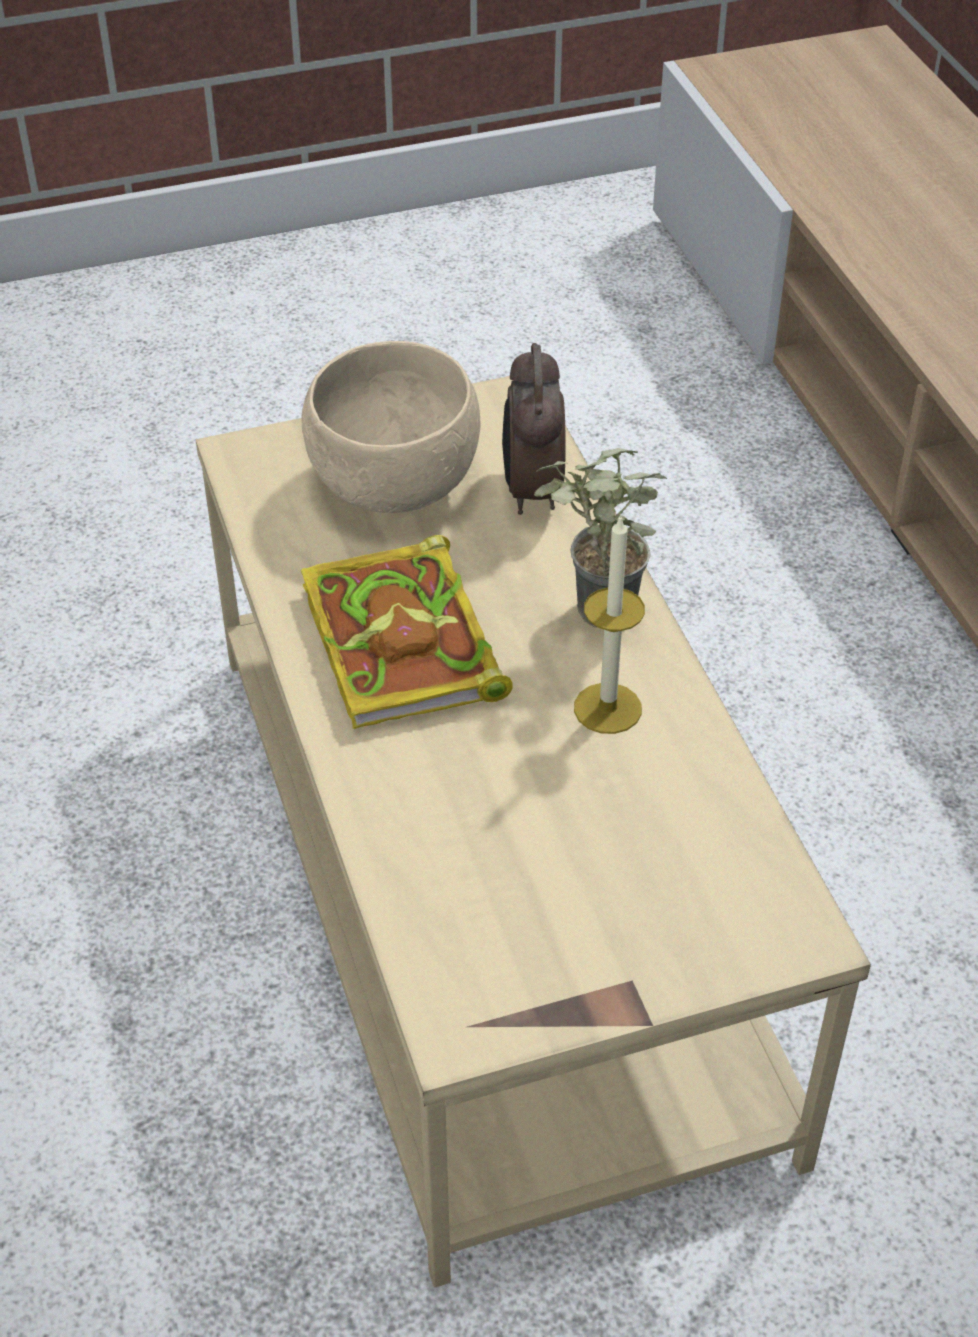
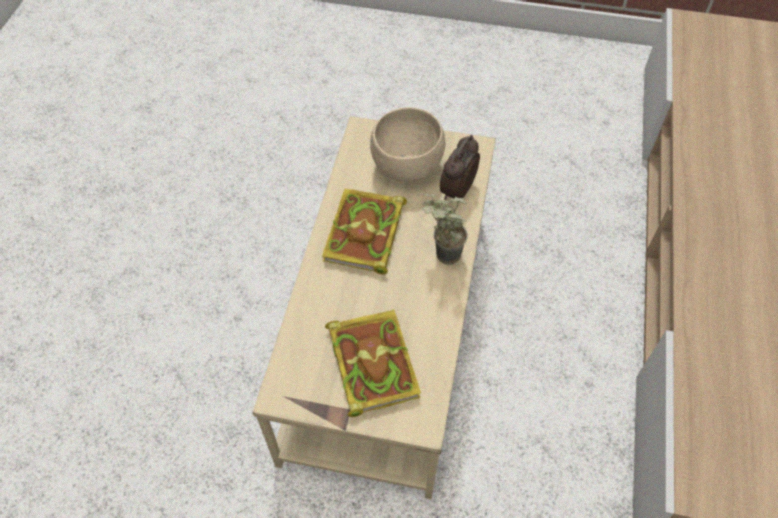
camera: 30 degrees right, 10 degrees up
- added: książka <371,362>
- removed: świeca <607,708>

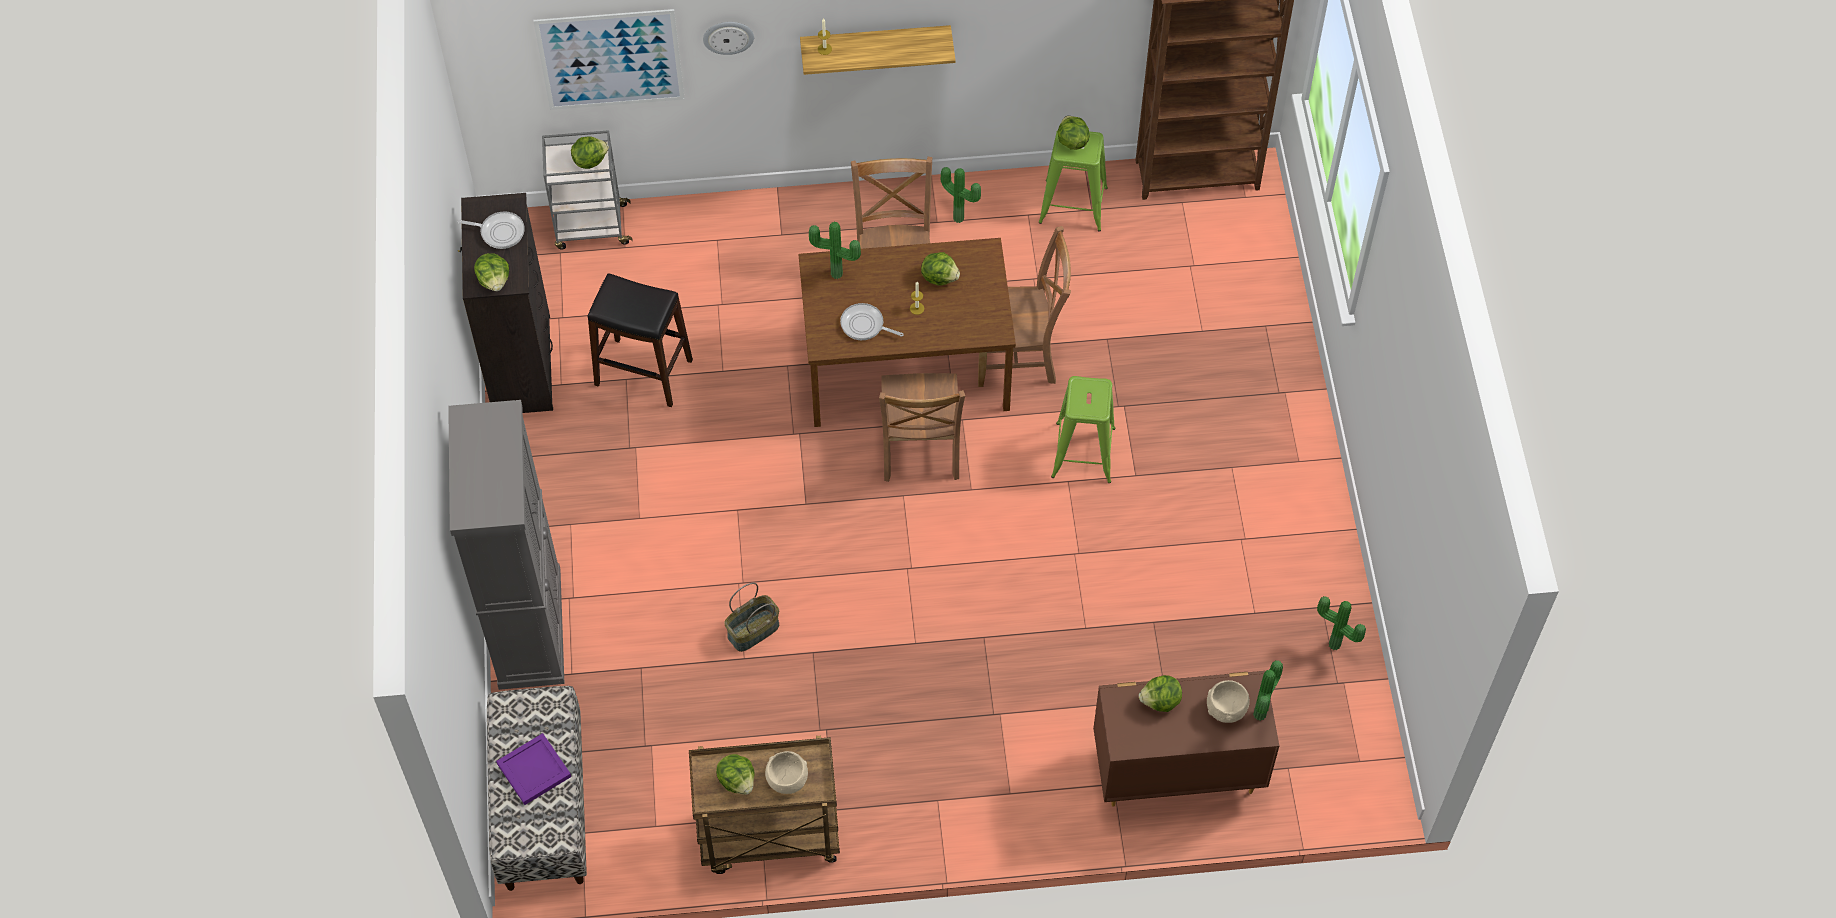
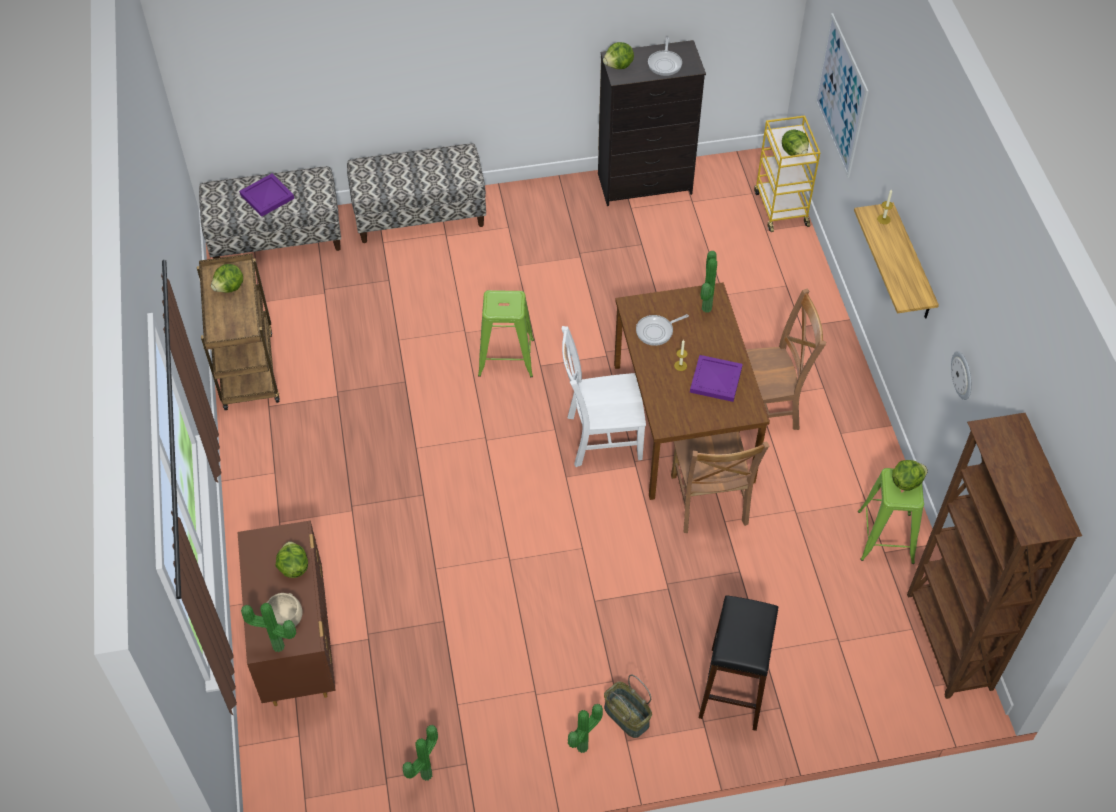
camera: 85 degrees right, 5 degrees down
- replaced: szafka/szary <530,627> to ławka <420,215>
- moved: stołek/zielony <1083,452> to <507,357>
- recoloured: krzesło/brązowy <920,450> to krzesło/biały <600,437>
- moved: roślina doniczkowa <959,216> to <584,748>
- moved: koszyk <753,631> to <625,716>
- turned: patelnia <865,325> = <656,331> 135 degrees counterclockwise
- replaced: sałata <939,277> to taca/fioletowy <716,379>
- moved: stołek/czarny <644,372> to <734,688>
- recoloured: wózek/szary <590,227> to wózek/żółty <780,208>
- moved: zegar ścienny <728,36> to <963,375>
- removed: miska/beżowy <786,780>

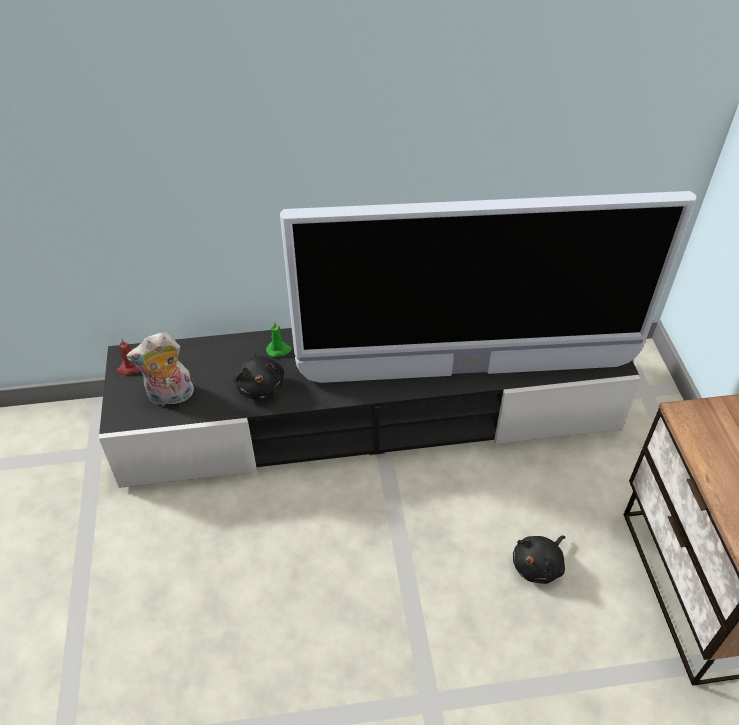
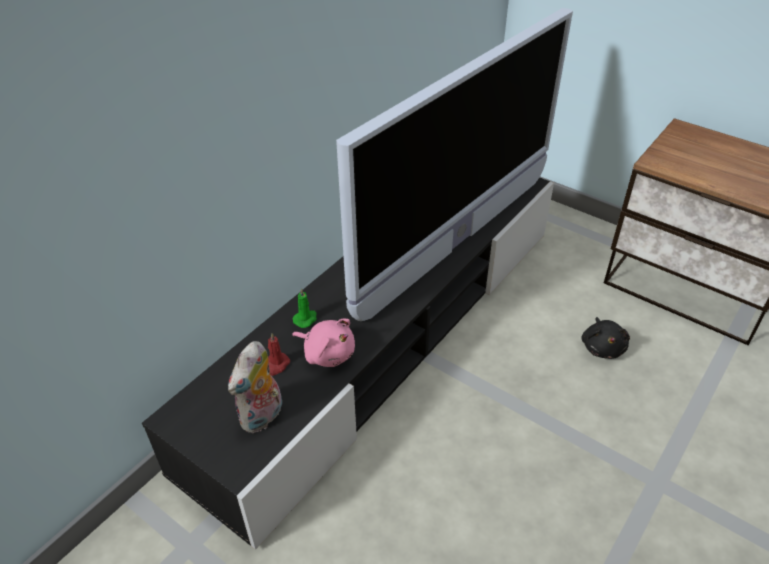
camera: 45 degrees left, 5 degrees down
- moved: świeca/czerwony <130,368> to <276,365>
- recoloured: pluszak/czarny <260,386> to pluszak/różowy <327,353>

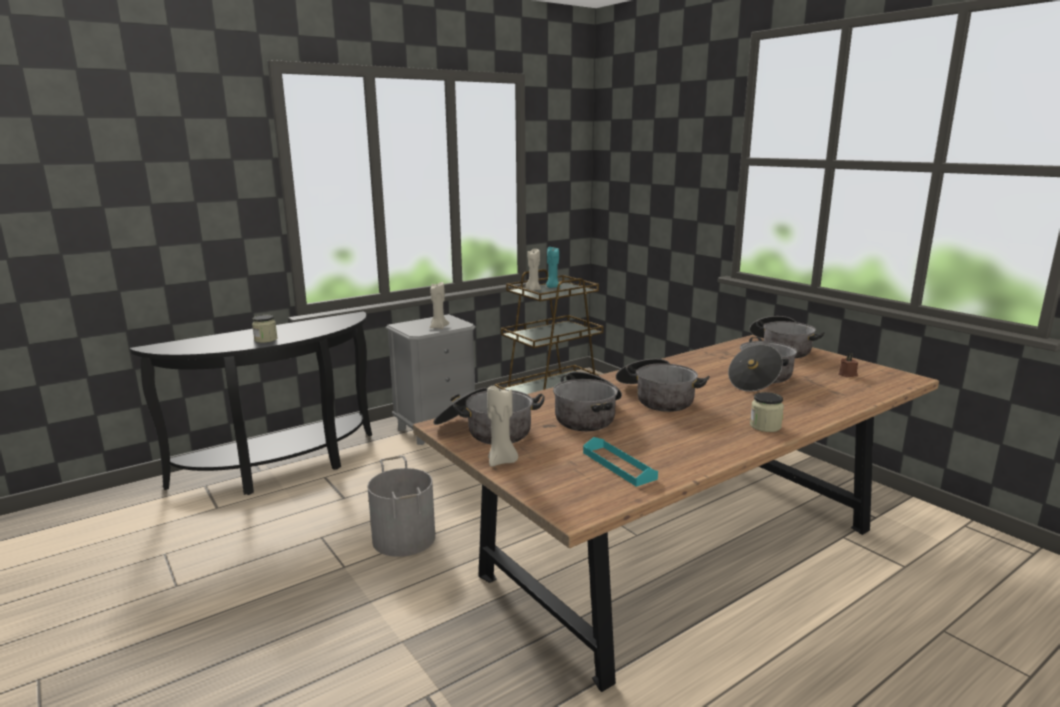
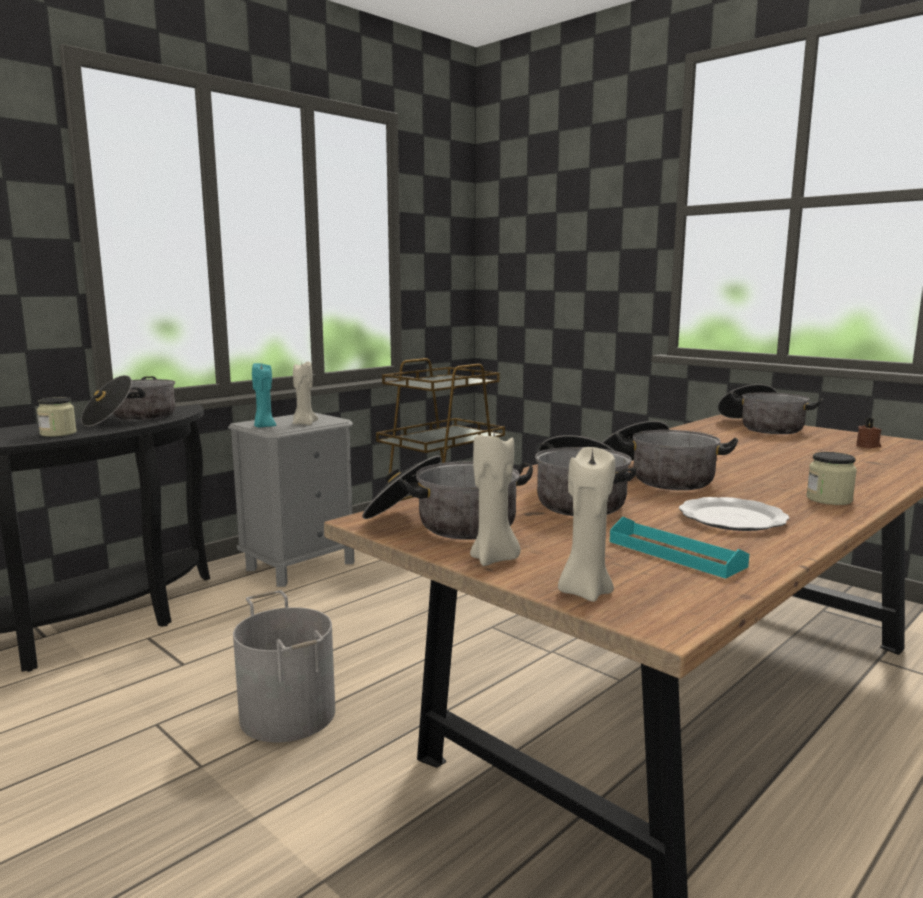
camera: 10 degrees left, 5 degrees down
- moved: garnek <760,379> to <131,419>
- moved: świeca/turkusowy <552,287> to <264,426>
- moved: świeca/beżowy <533,289> to <584,592>
- added: talerz <733,519>

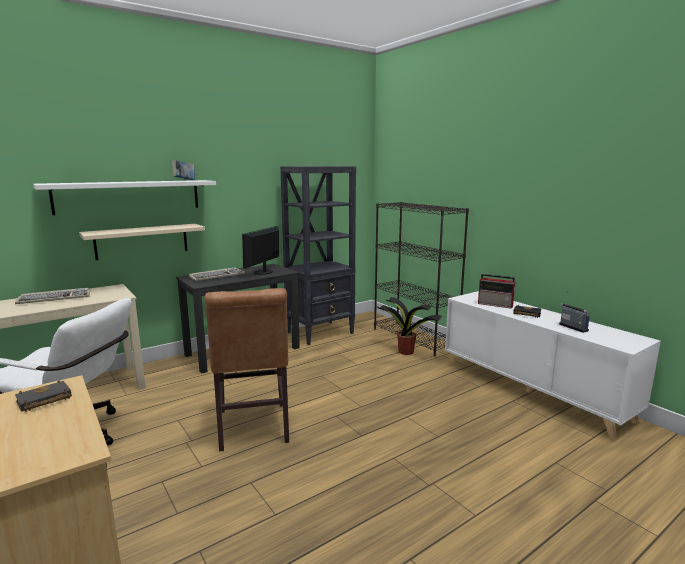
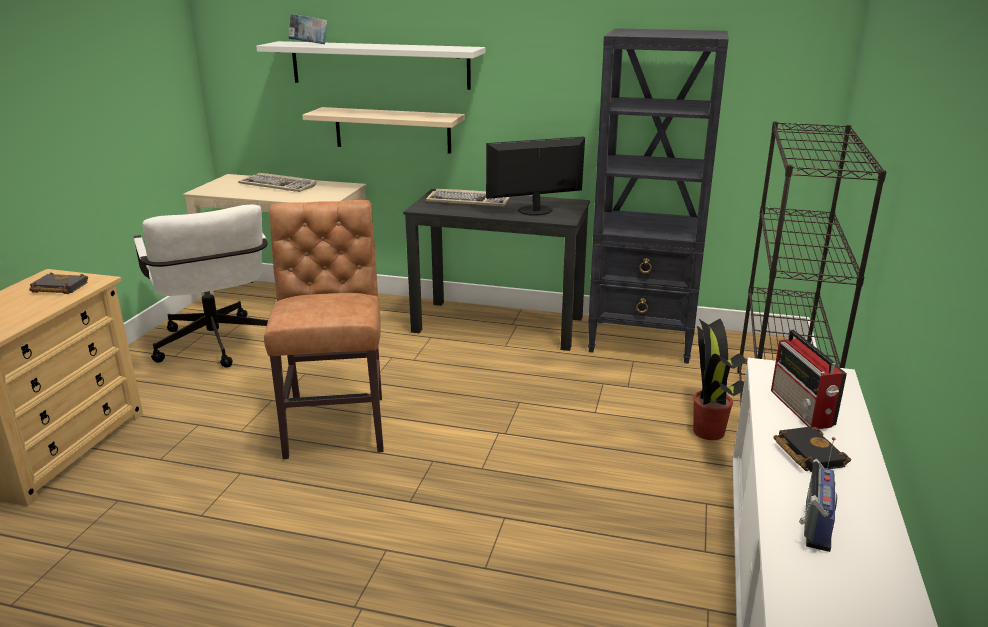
camera: 50 degrees right, 10 degrees up
- turned: krzesło/brązowy <253,429> = <337,422> 135 degrees clockwise
- moved: książka <184,180> to <309,44>

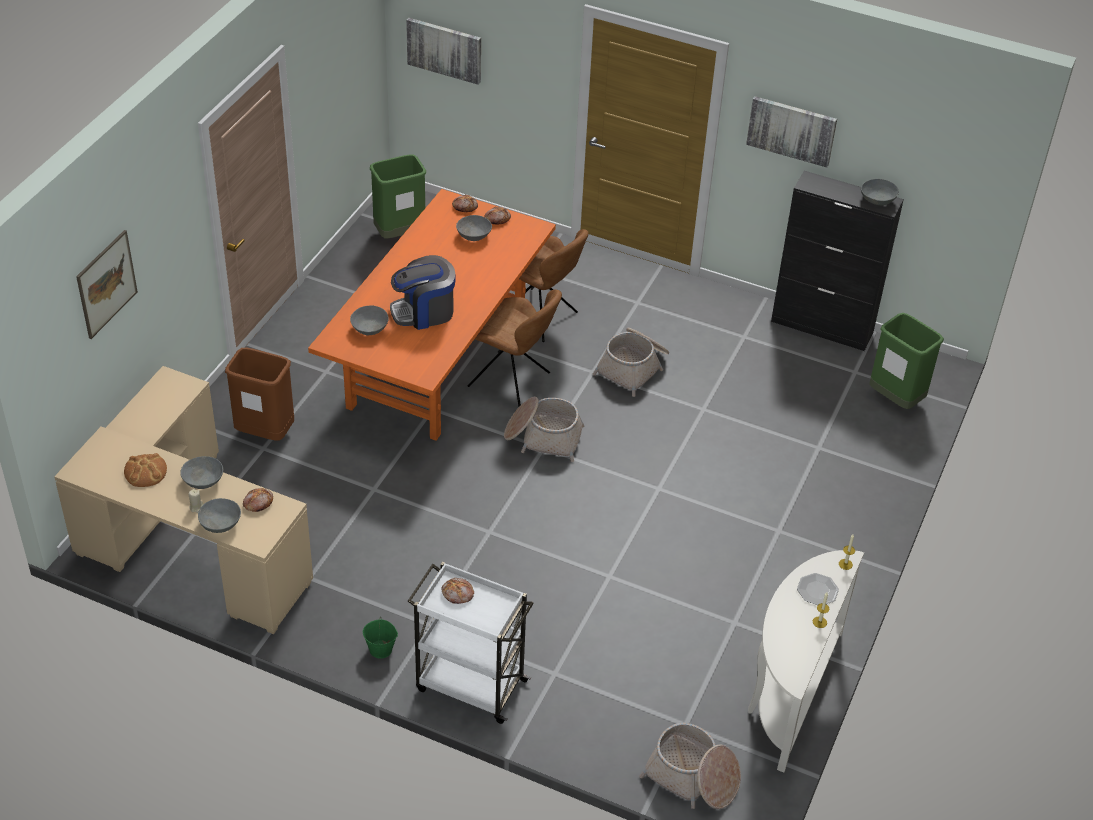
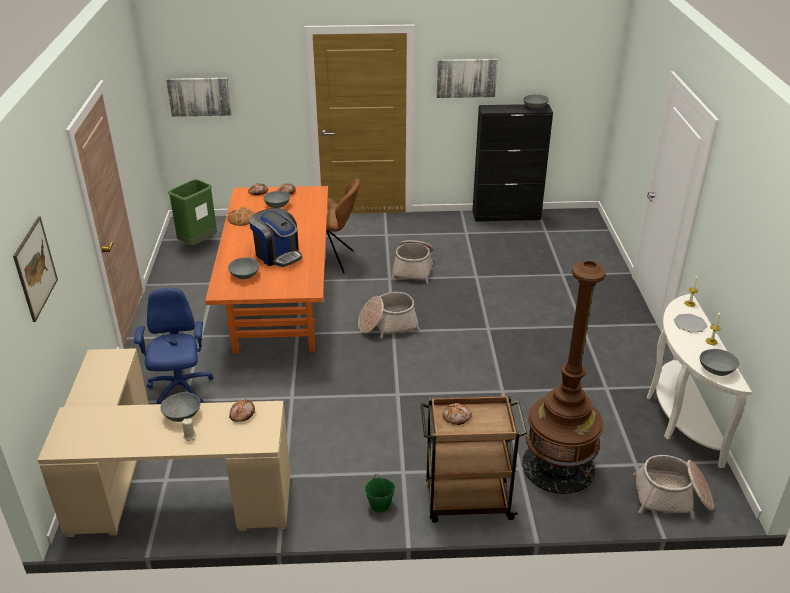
camera: 25 degrees left, 10 degrees down
- replaced: kosz na śmieci/brązowy <265,433> to krzesło biurowe/niebieski <180,390>
- moved: chleb <145,471> to <242,218>
- turned: ekspres do kawy <424,312> = <277,255> 90 degrees counterclockwise
- recoloured: wózek/biały <469,684> to wózek/brązowy <466,501>
- added: lampa stojąca/brązowy <558,466>
- moved: miska/szary <221,524> to <717,369>
- removed: krzesło/brązowy <511,381>
- removed: kosz na śmieci/zielony <895,399>

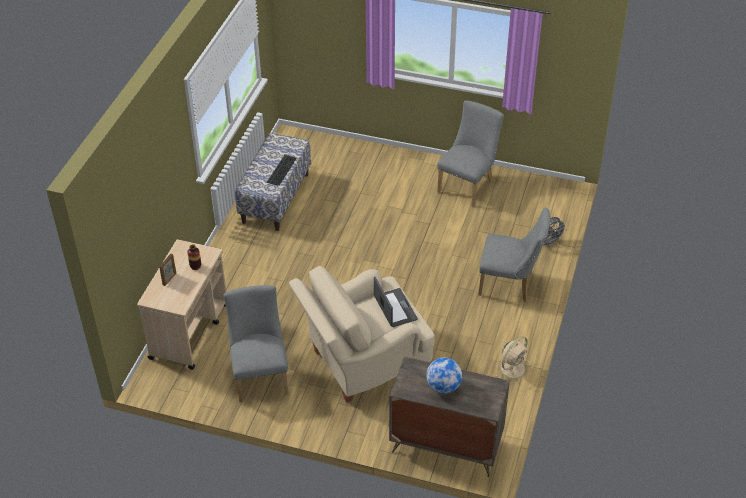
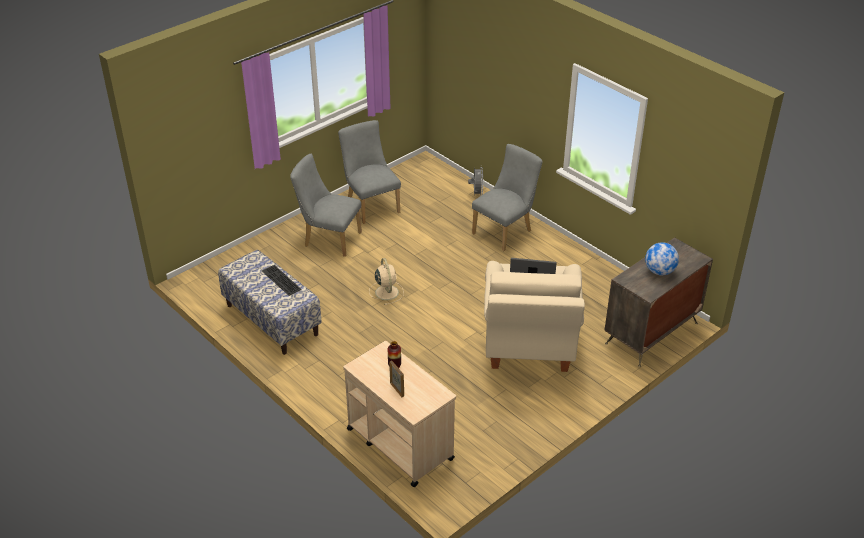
camera: 60 degrees left, 5 degrees down
- moved: krzesło/szary <260,375> to <328,239>
- moved: wentylator/beżowy <513,368> to <386,292>

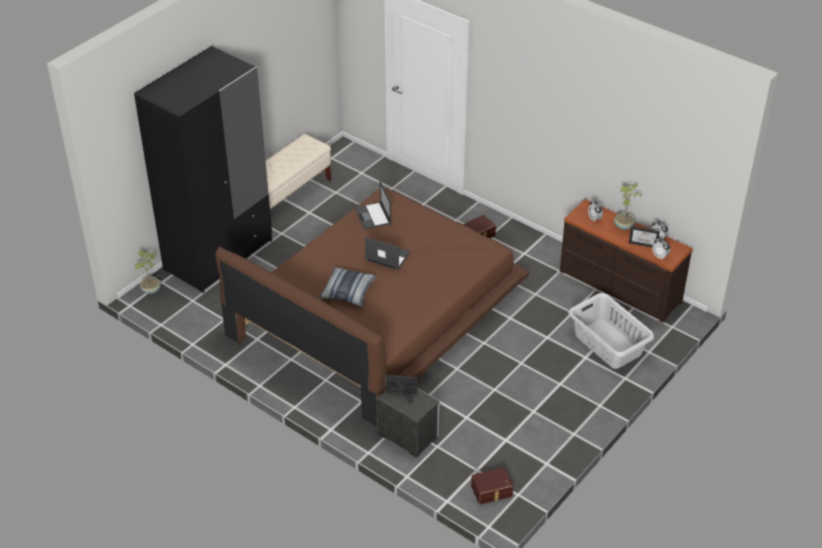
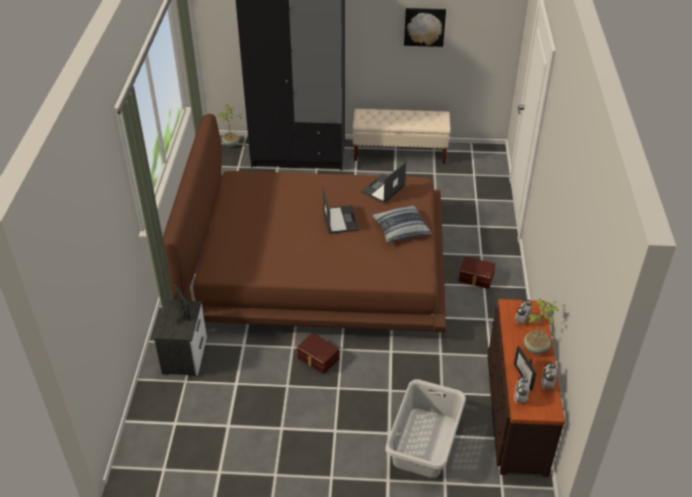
camera: 55 degrees right, 0 degrees up
- moved: pojemnik do przechowywania/brązowy <492,491> to <317,359>
- moved: poduszka <347,291> to <400,229>
- added: obraz <424,26>

